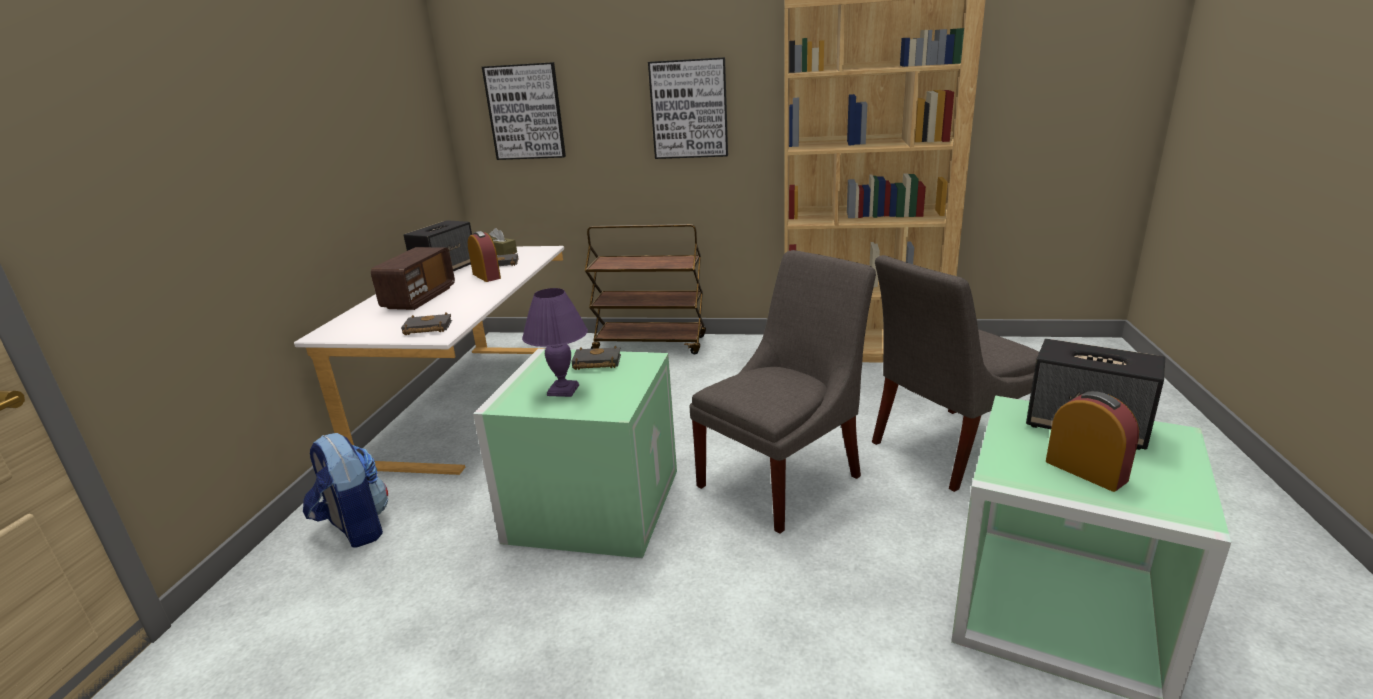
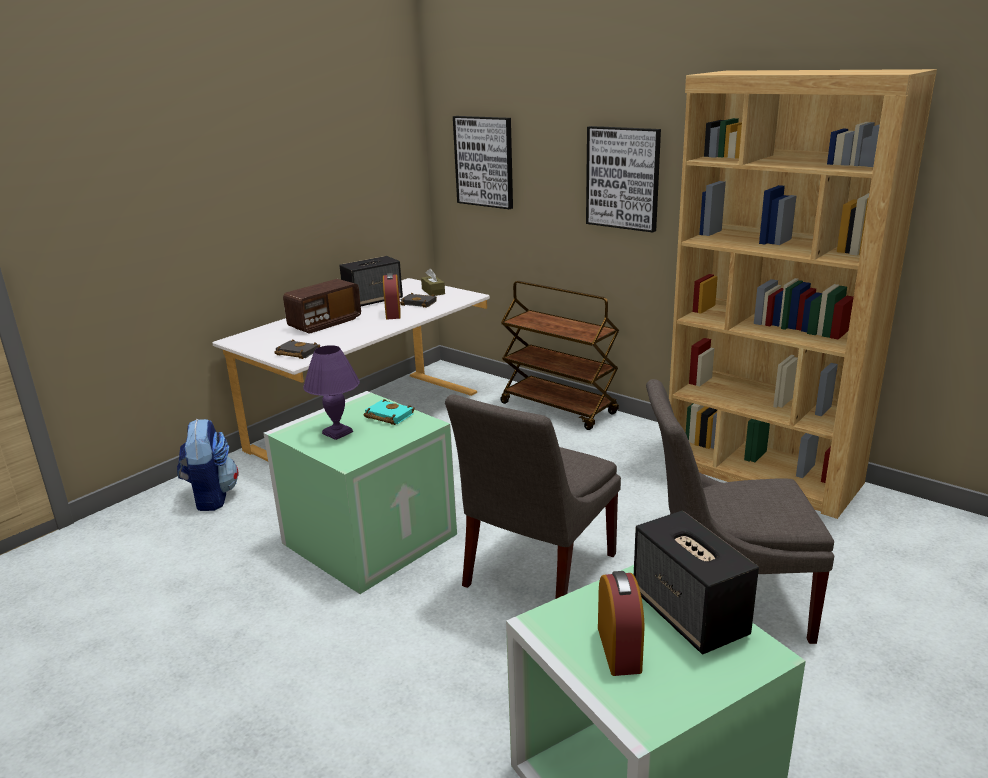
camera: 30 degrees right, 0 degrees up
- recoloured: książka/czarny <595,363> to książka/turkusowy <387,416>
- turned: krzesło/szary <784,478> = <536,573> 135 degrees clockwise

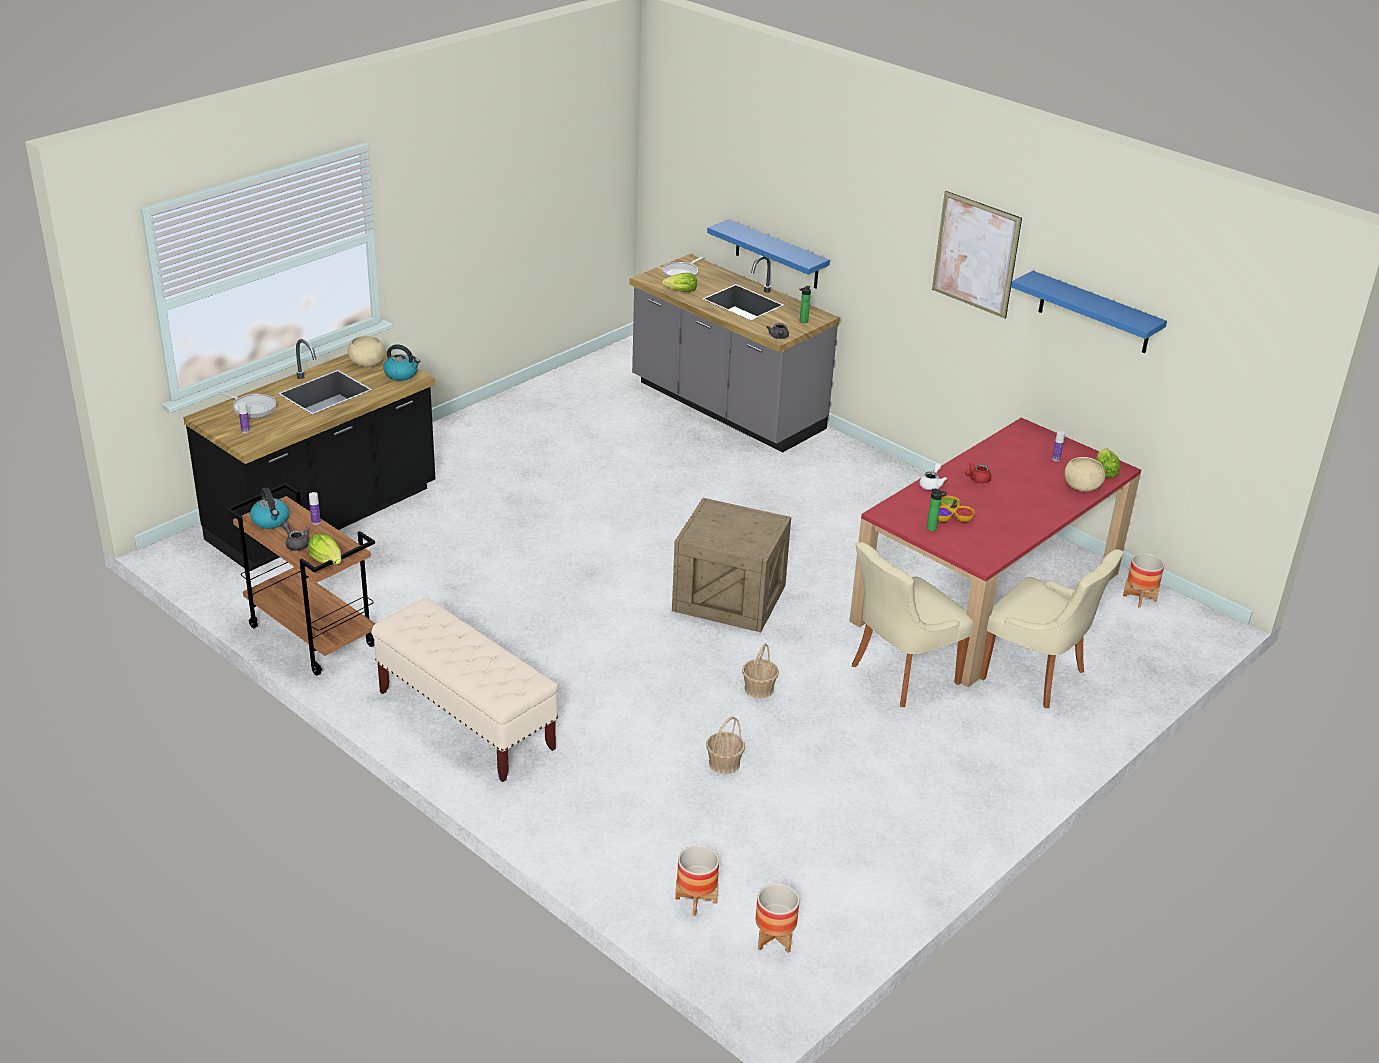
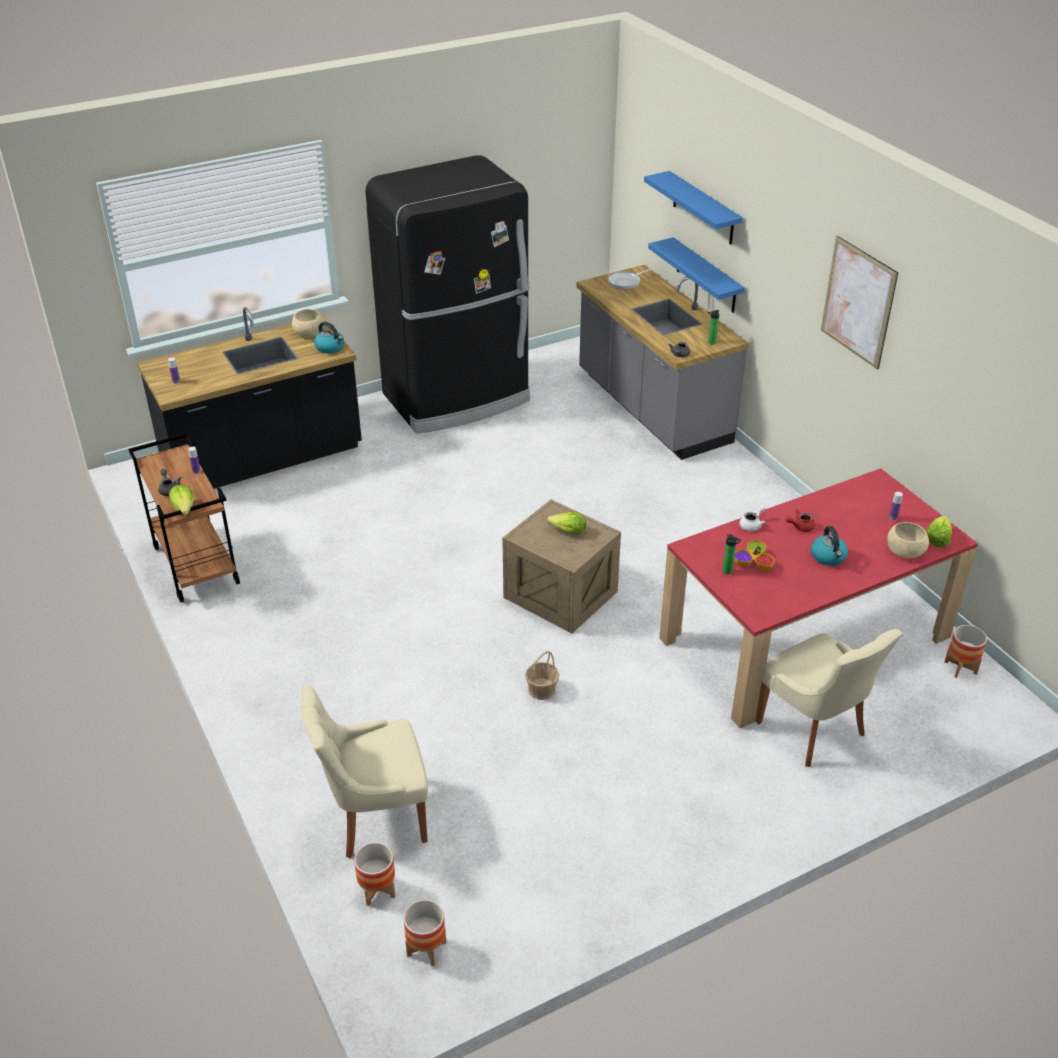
camera: 20 degrees right, 5 degrees up
- moved: krzesło/beżowy <901,675> to <374,817>
- added: lodówka/czarny <458,398>
- moved: sałata <681,291> to <568,531>
- moved: półka/niebieski <1094,313> to <703,209>
- moved: czajnik <271,521> to <828,557>
- removed: patelnia <252,408>
- removed: ławka/beżowy <465,720>
- removed: koszyk <724,763>

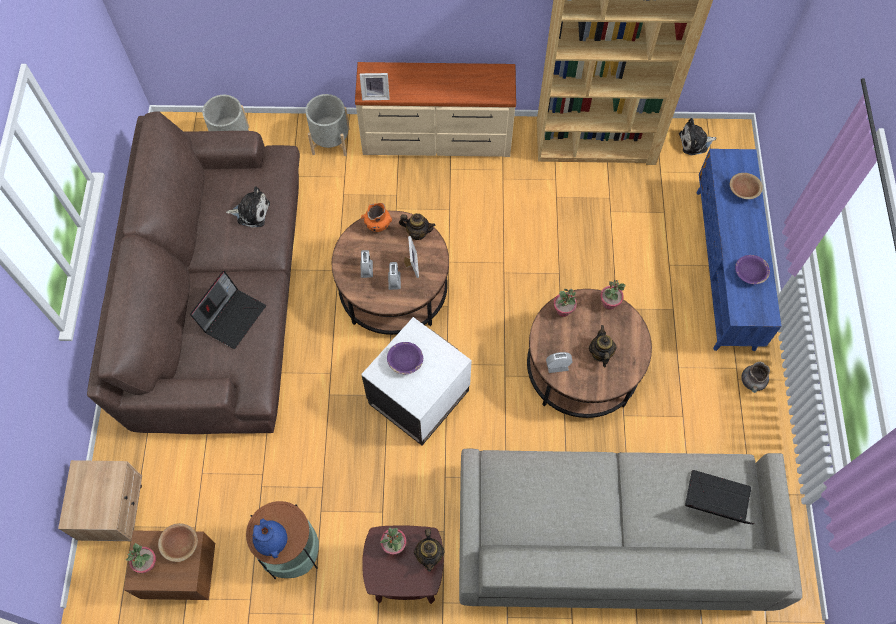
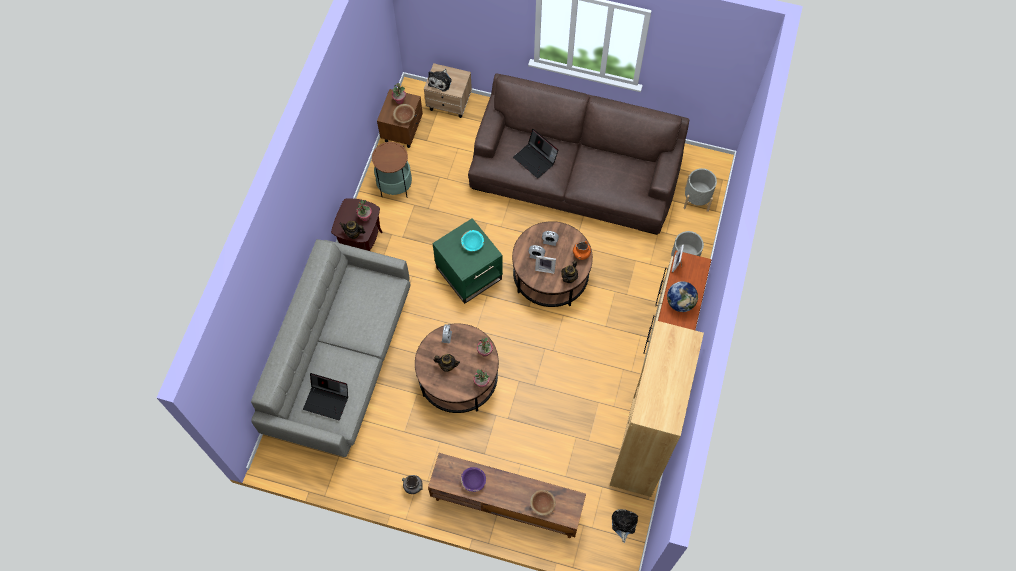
camera: 105 degrees right, 0 degrees up
- turned: laptop <715,501> = <327,400> 75 degrees clockwise
- moved: pluszak <251,212> to <441,81>
- recoloured: szafka pod telewizor/niebieski <725,268> to szafka pod telewizor/brązowy <506,504>
- recoloured: stolik/biały <418,396> to stolik/zielony <469,273>
- recoloured: miska/fioletowy <405,361> to miska/turkusowy <472,243>
- added: globus <680,302>
- removed: wazon/niebieski <273,541>

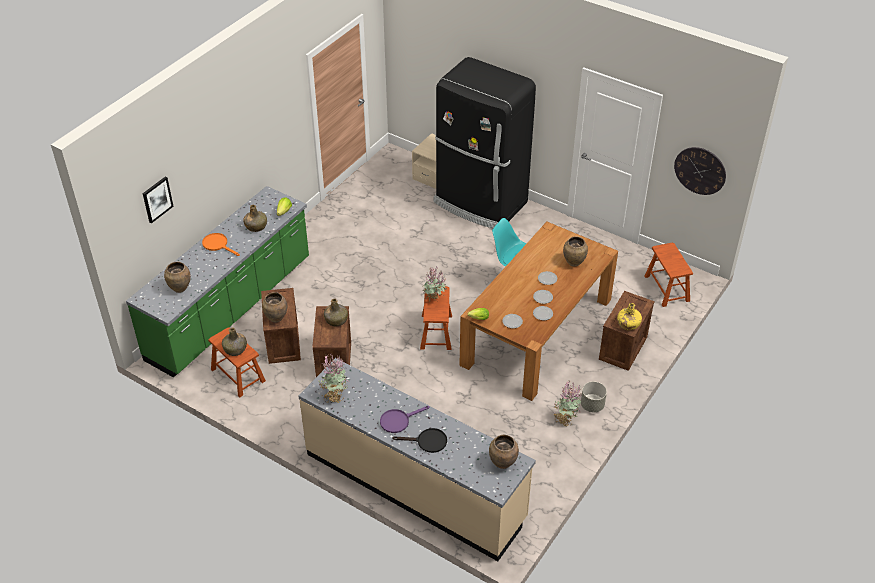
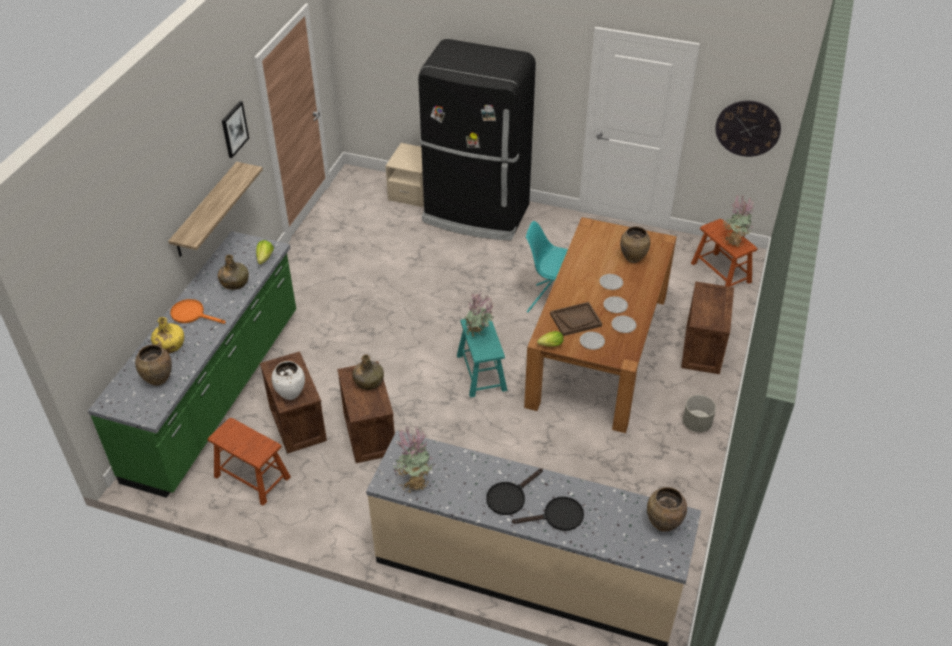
camera: 15 degrees left, 0 degrees up
- moved: butelka/żółty <628,324> to <169,345>
- added: półka <206,210>
- moved: obraz <157,199> to <234,129>
- recoloured: wazon/brązowy <276,318> to wazon/biały <290,394>
- recoloured: stołek/brązowy <436,332> to stołek/turkusowy <481,372>
- recoloured: patelnia/fioletowy <398,420> to patelnia/czarny <509,496>
- added: taca/brązowy <575,320>
- moved: roślina doniczkowa <565,419> to <734,241>
- removed: butelka/zielony <235,349>

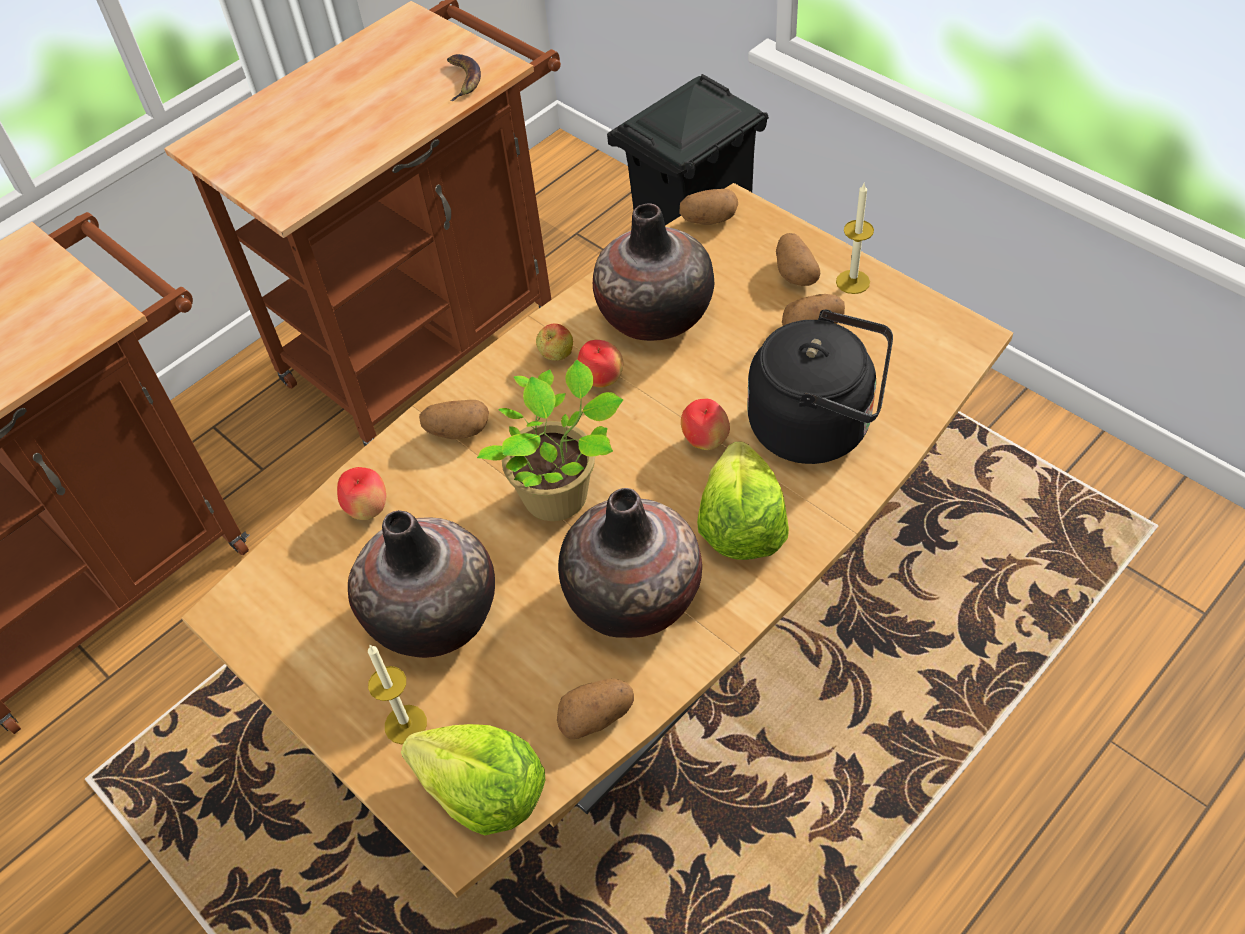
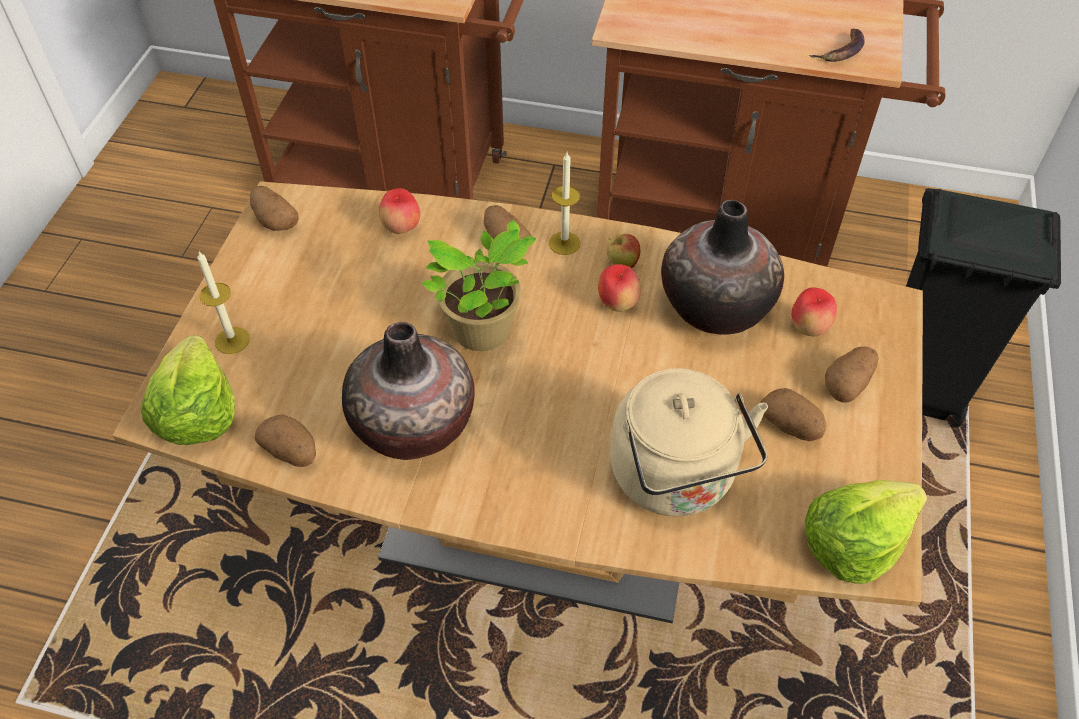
camera: 55 degrees right, 0 degrees up
- moved: ziemniak <709,219> to <275,220>
- moved: świeca <853,282> to <564,243>
- recoloured: czajnik/czarny <817,426> to czajnik/beżowy <676,479>
- moved: jabłko <705,441> to <809,328>
- moved: sałata <741,525> to <854,542>
- removed: wazon <433,615>

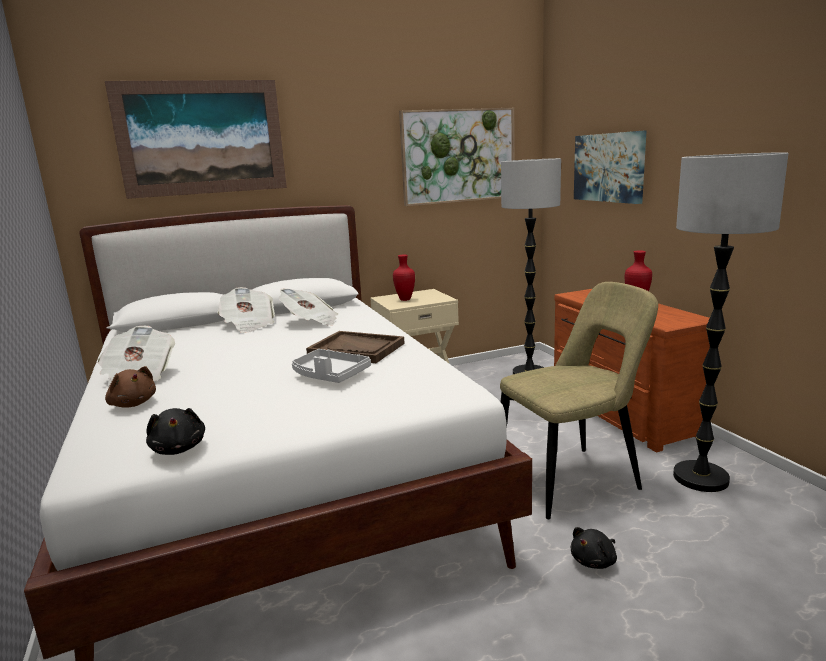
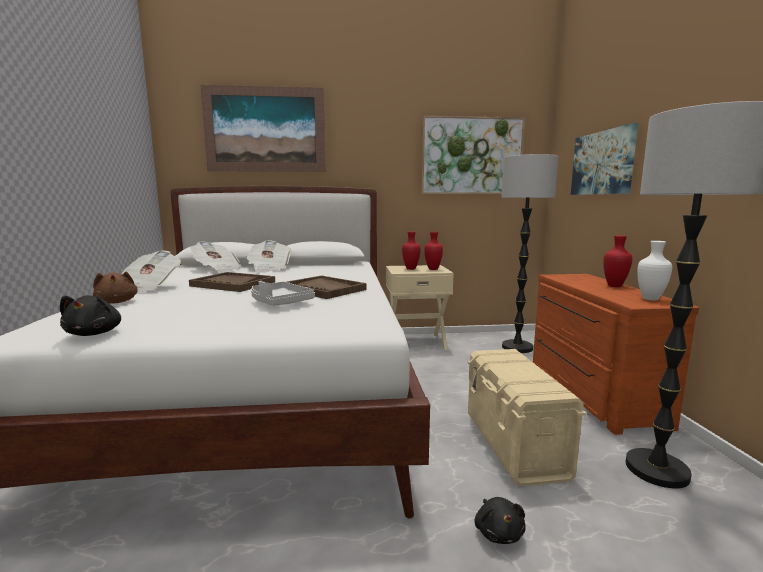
camera: 15 degrees right, 5 degrees down
- added: taca/brązowy <233,284>
- moved: gazeta <311,322> to <217,269>
- added: wazon/czerwony <433,269>
- replaced: krzesło/beżowy <573,480> to pojemnik do przechowywania/beżowy <514,445>
- turned: pluszak/czarny <594,561> = <498,532> 75 degrees counterclockwise
- added: wazon/biały <651,299>

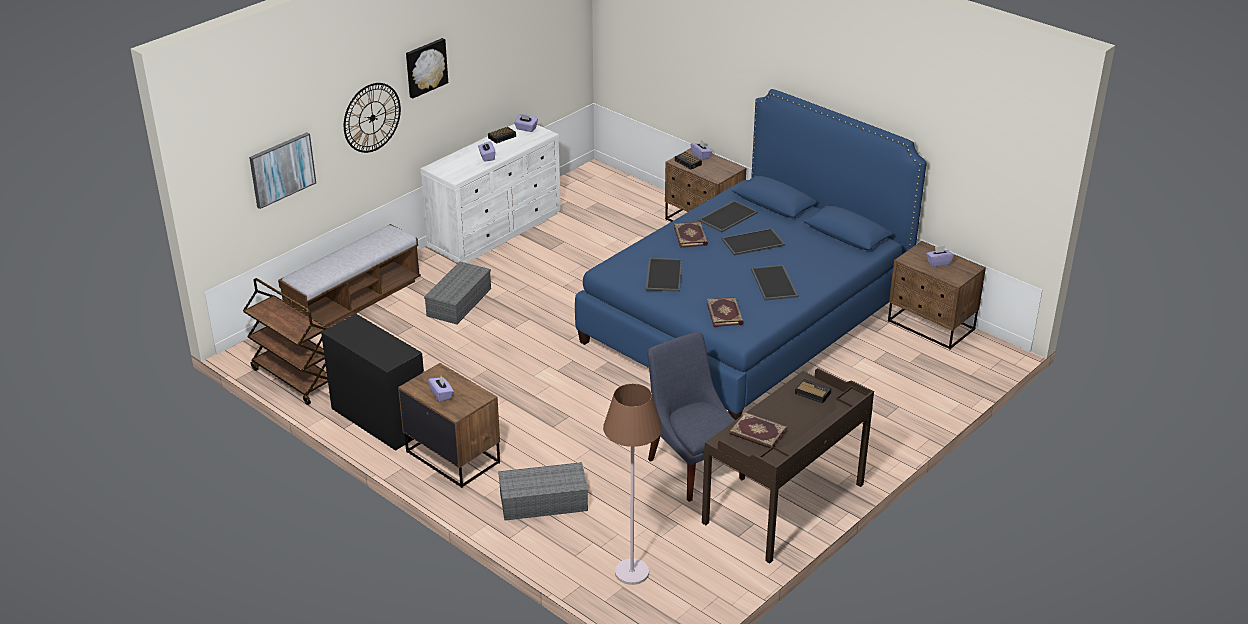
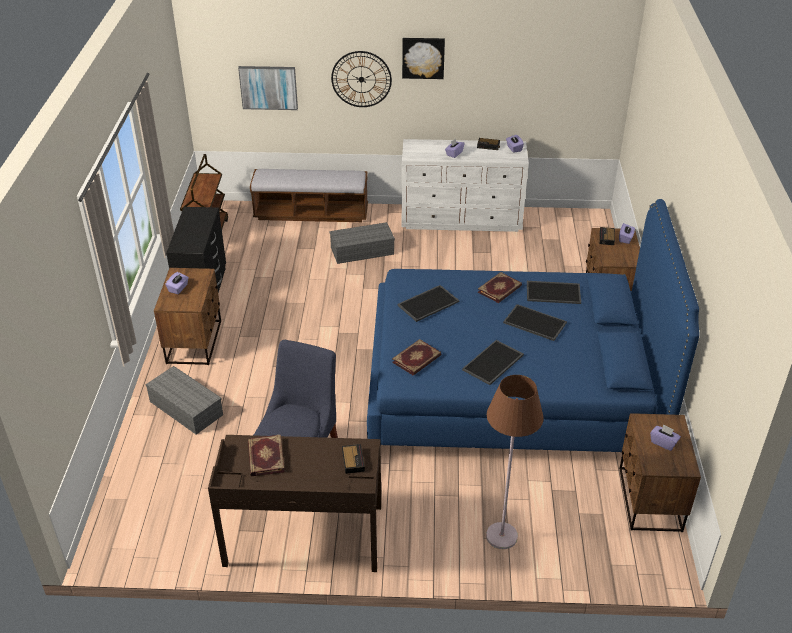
camera: 50 degrees right, 5 degrees up
- moved: lampa stojąca/brązowy <631,572> to <501,536>

